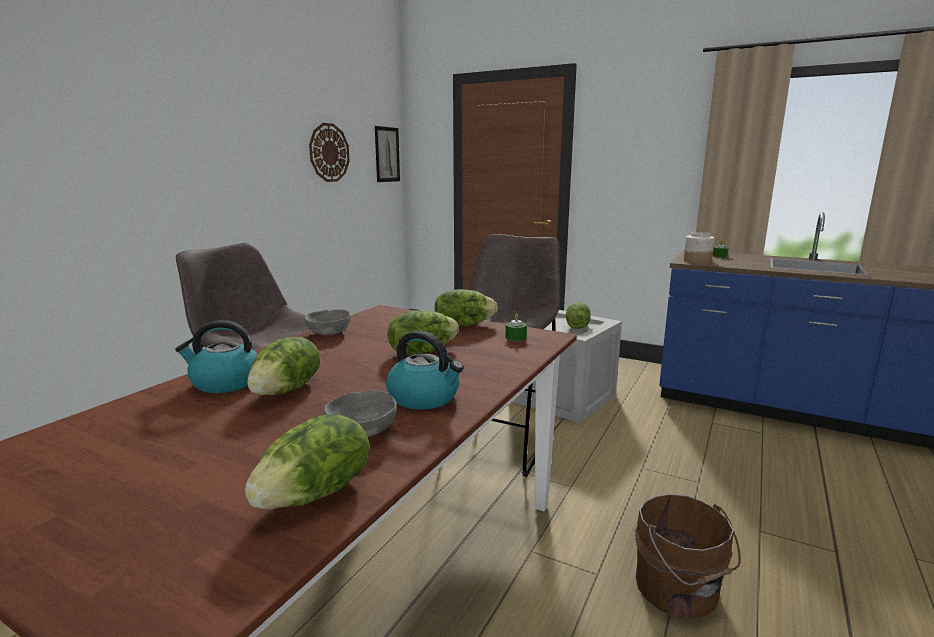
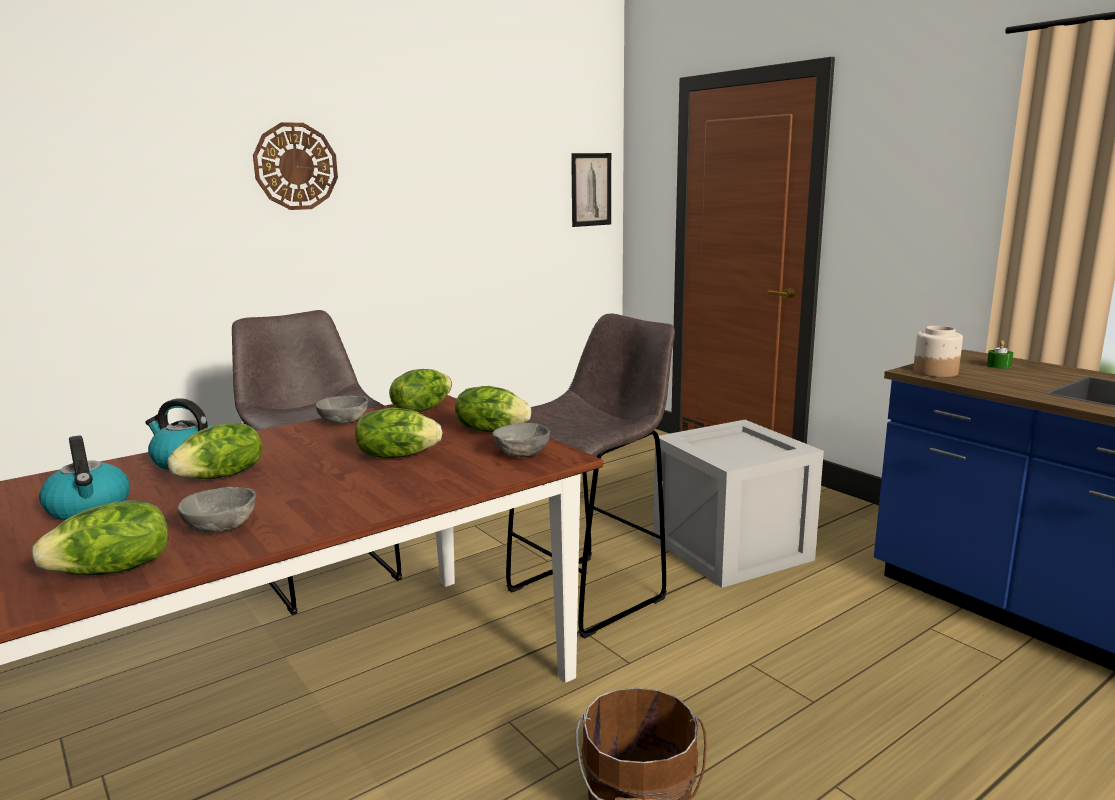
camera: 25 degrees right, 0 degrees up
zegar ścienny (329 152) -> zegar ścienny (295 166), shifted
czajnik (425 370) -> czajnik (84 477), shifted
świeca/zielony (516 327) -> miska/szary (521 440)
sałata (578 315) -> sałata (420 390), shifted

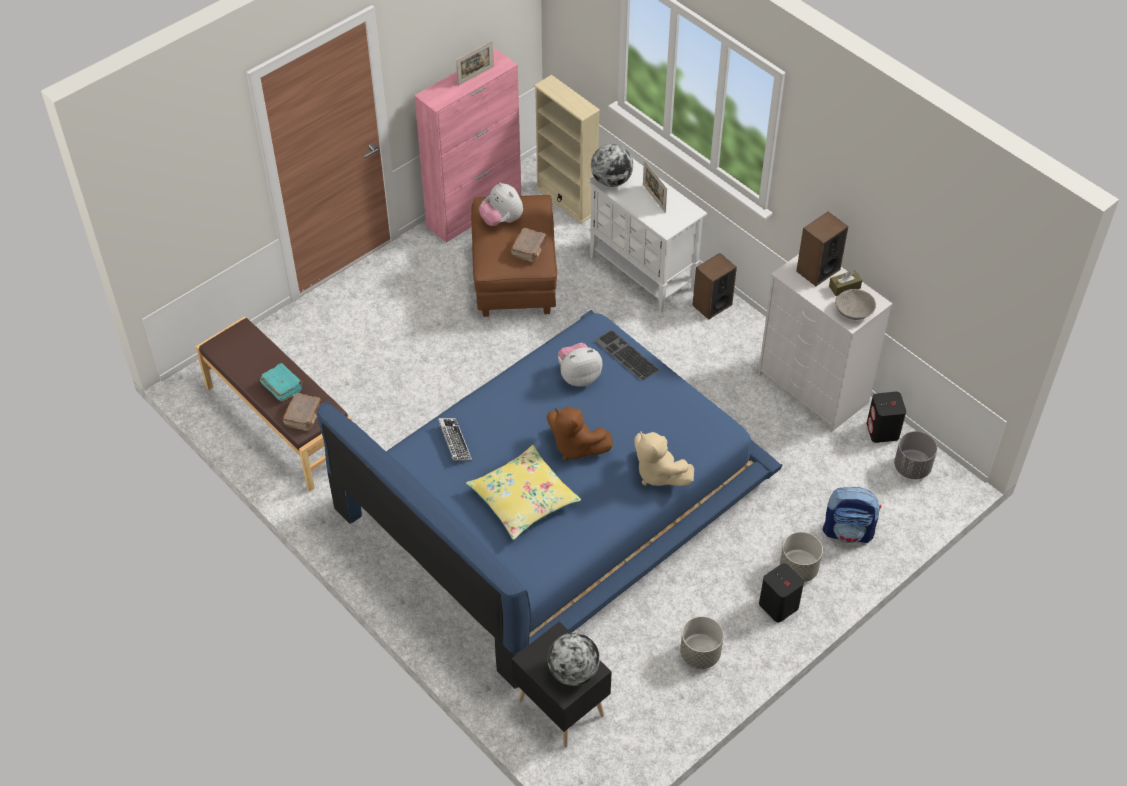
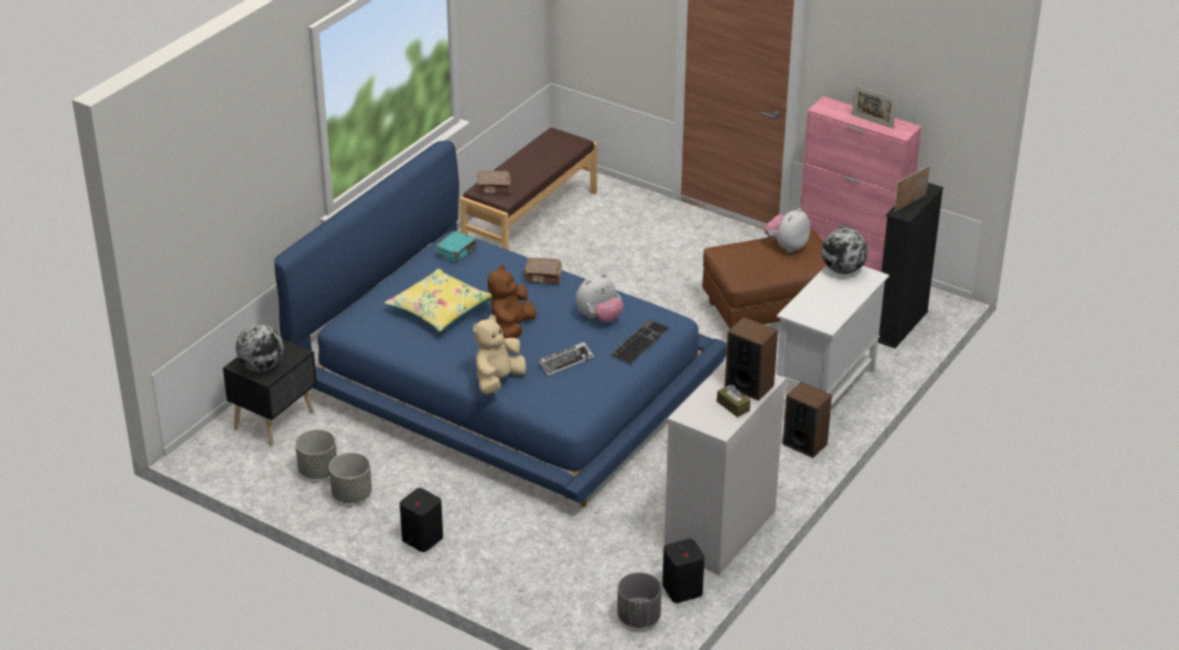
camera: 75 degrees right, 15 degrees down
książka/turkusowy (281 382) -> książka/turkusowy (456 246), shifted
klawiatura (455 439) -> klawiatura (566 359), shifted
książka/brązowy (529 245) -> książka/brązowy (543 271), shifted
regał/beżowy (567 149) -> regał/czarny (911 265)
pluszak (580 365) -> pluszak (599 298), 90 degrees clockwise
ramka na zdjęcie (655 186) -> ramka na zdjęcie (912 188), shifted
donica/szary (801 557) -> donica/szary (316 454), shifted
plecak (852 515) -> none
miska/szary (855 304) -> none

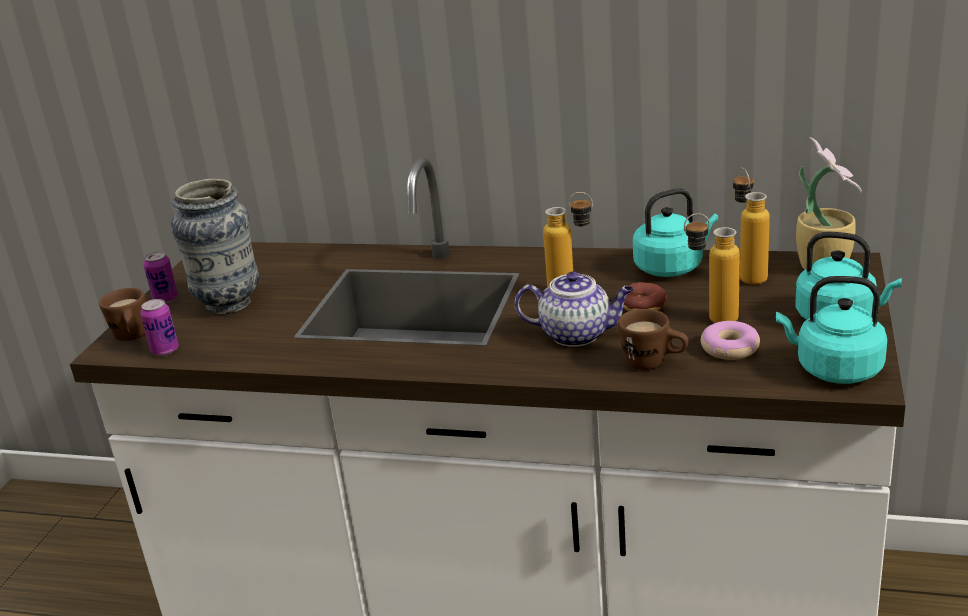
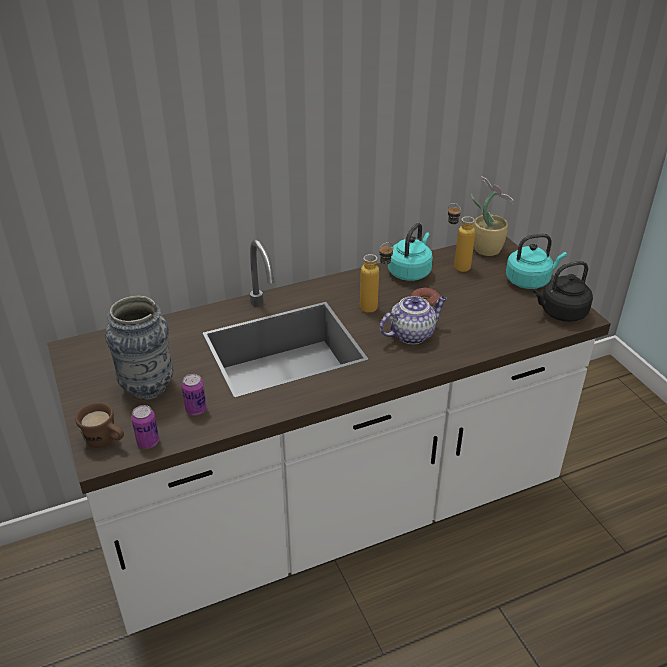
camera: 40 degrees left, 10 degrees up
puszka (160 277) -> puszka (194 395), shifted
kubek/brązowy (653 339) -> none
butelka (712 268) -> none
donut (730 340) -> none
czajnik/turkusowy (831 330) -> czajnik/czarny (563 291)

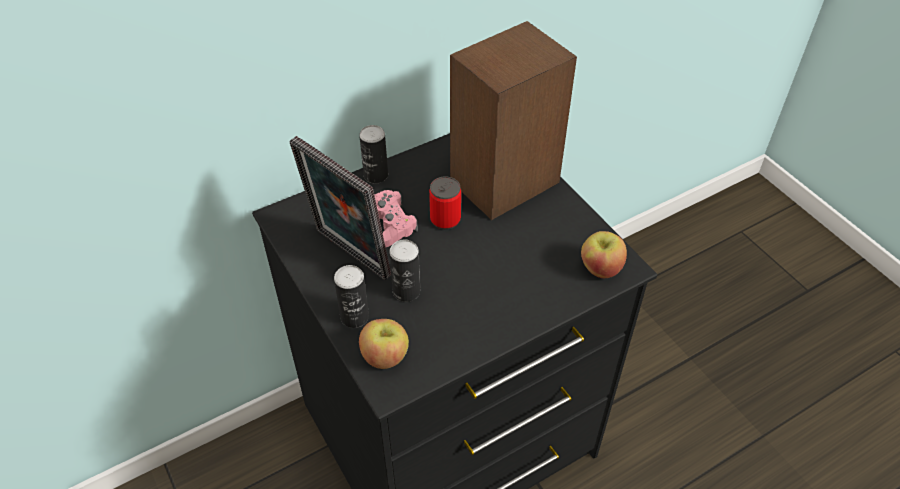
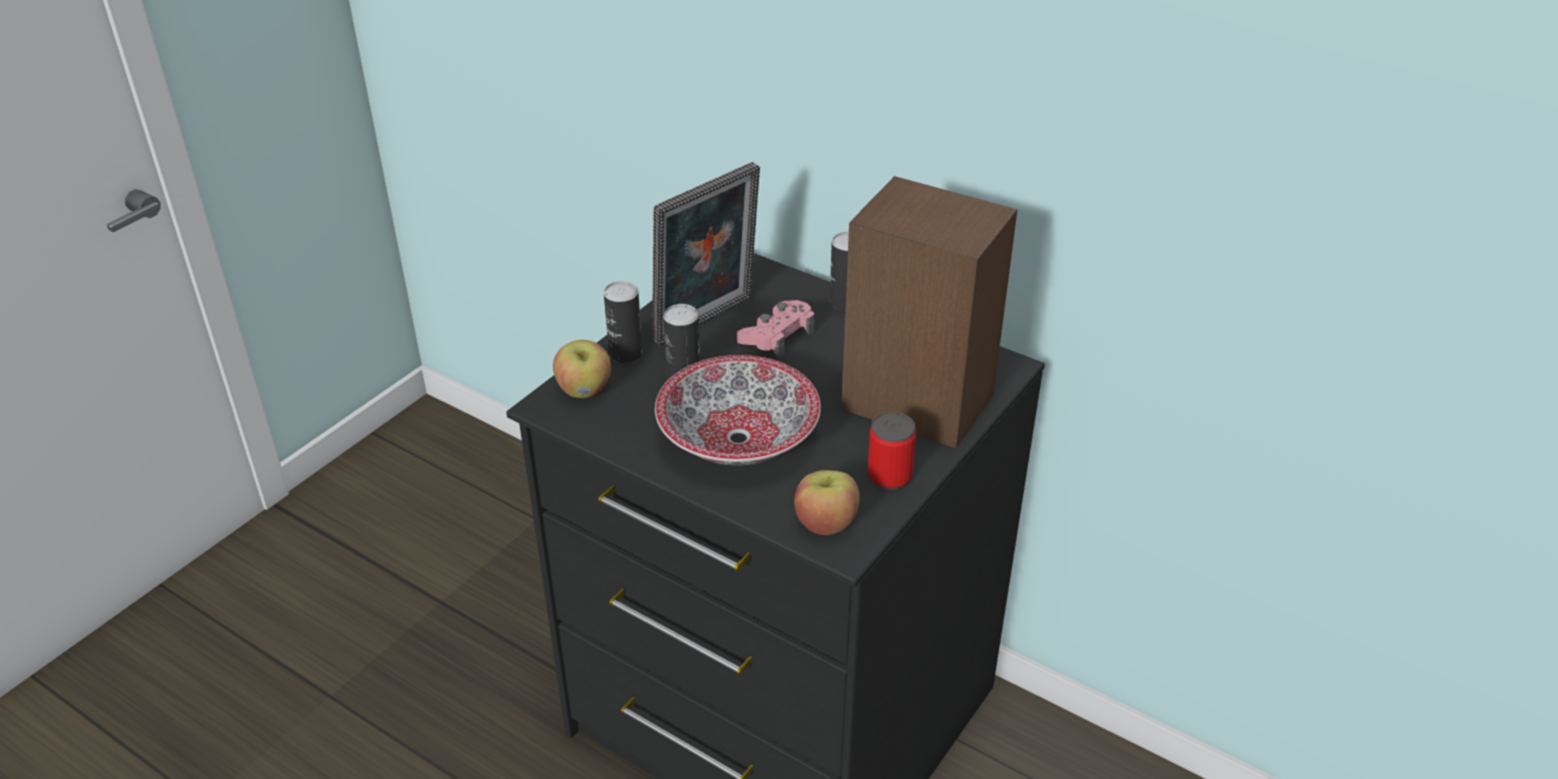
camera: 65 degrees right, 10 degrees down
ramka na zdjęcie (340 208) -> ramka na zdjęcie (706 254), 150 degrees counterclockwise
puszka (445 203) -> puszka (892 451), shifted
none -> miska (738 410)

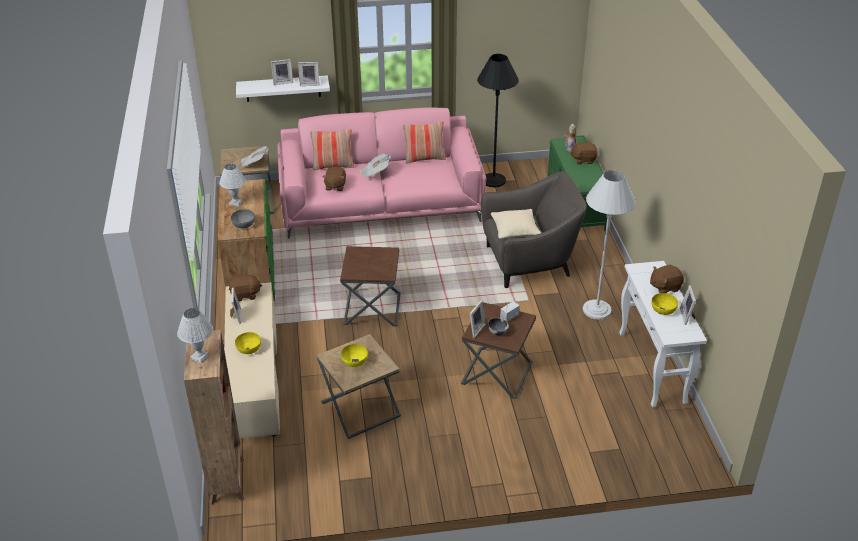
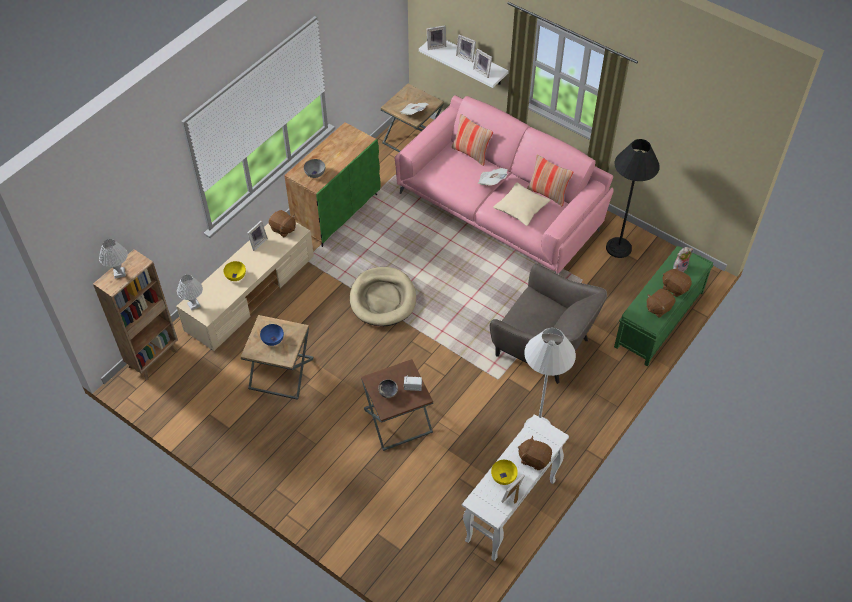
camera: 45 degrees right, 15 degrees up
lampa stołowa/biały (232 185) -> lampa stołowa/biały (190 293), shifted
pluszak/brązowy (334 178) -> pluszak/brązowy (661 303), shifted
stolik/brązowy (370 286) -> legowisko/beżowy (383 296)
miska/żółty (354 355) -> miska/niebieski (272 335)
ramka na zdjęcie (478 319) -> ramka na zdjęcie (436 37), shifted
poduszka/beżowy (516 224) -> poduszka/beżowy (521 204), shifted

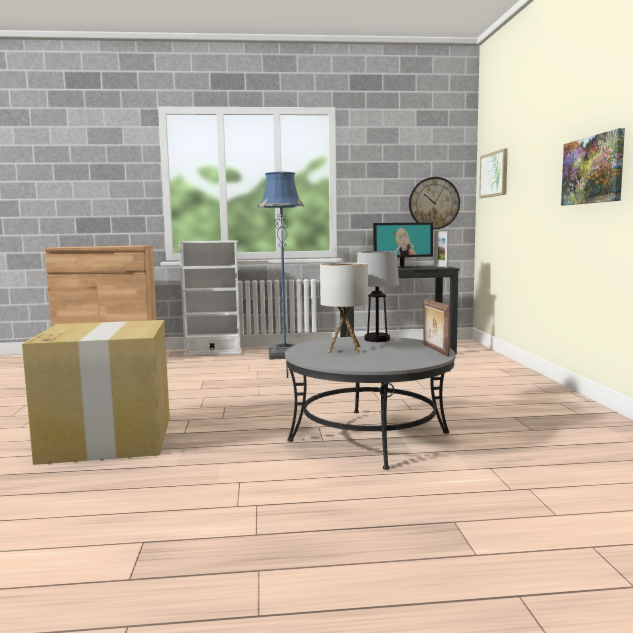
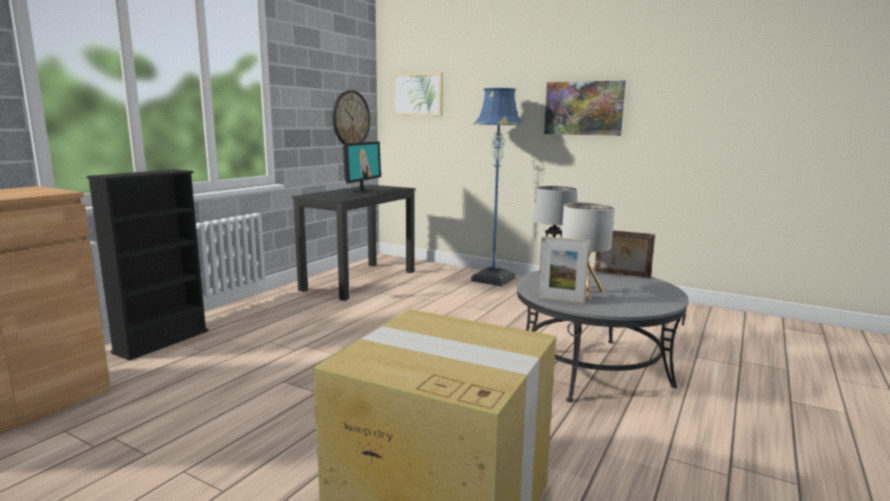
camera: 55 degrees left, 5 degrees up
regał/biały (210 298) -> regał/czarny (147 264)
lampa stojąca/niebieski (281 266) -> lampa stojąca/niebieski (497 187), shifted
ramka na zdjęcie (441 249) -> ramka na zdjęcie (564 270), shifted

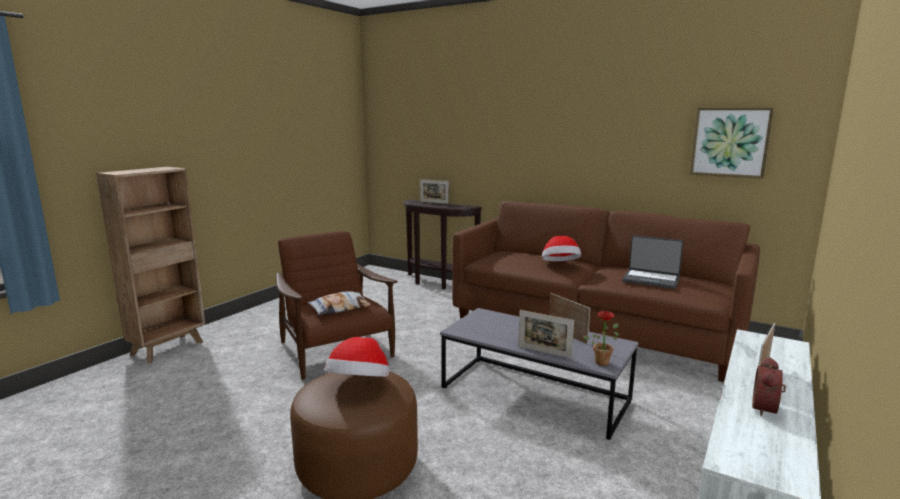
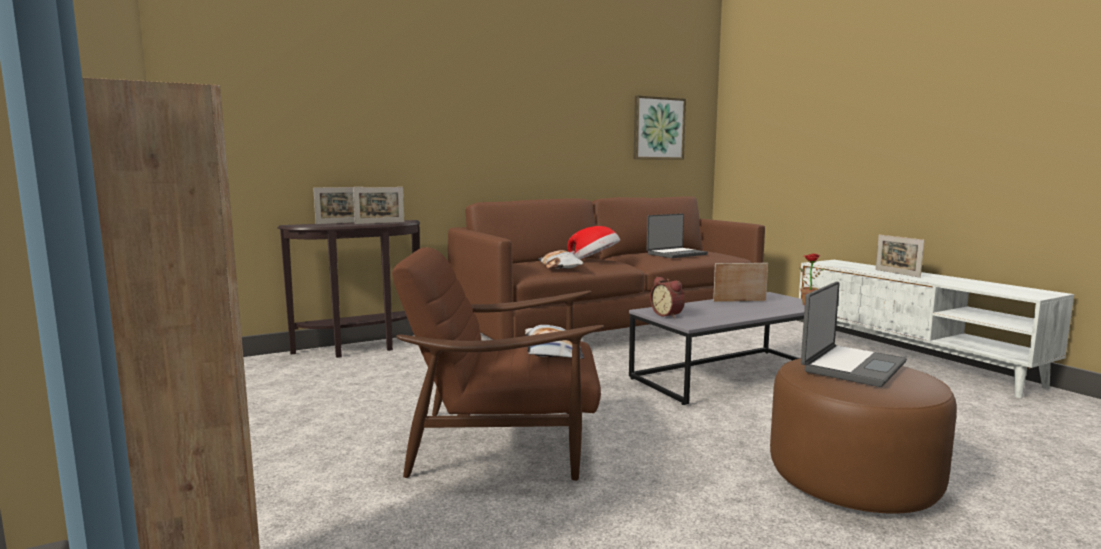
camera: 60 degrees left, 5 degrees down
kapelusz (357 357) -> laptop (854 334)
ramka na zdjęcie (546 334) -> ramka na zdjęcie (378 205), shifted
budzik (769 386) -> budzik (667 297), shifted
none -> poduszka (561 259)

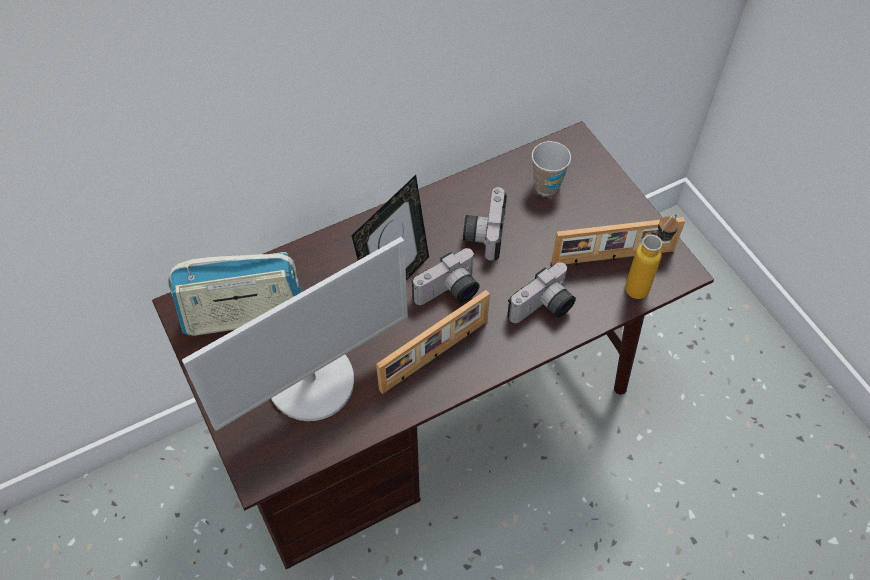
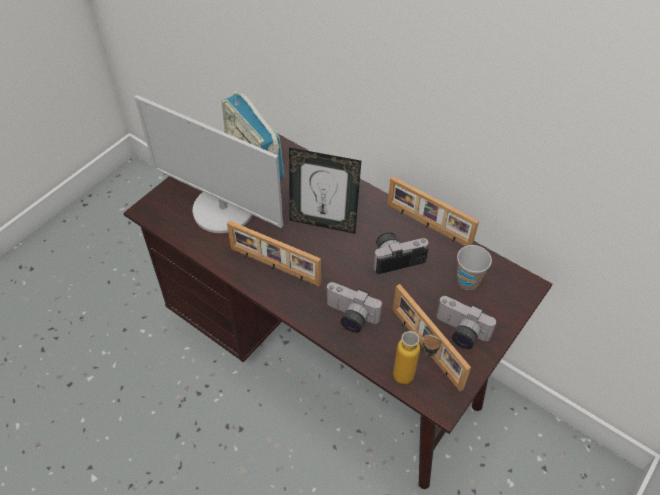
camera: 65 degrees right, 5 degrees down
aparat fotograficzny (446 276) -> aparat fotograficzny (466 322), shifted
none -> ramka na zdjęcie (433 211)

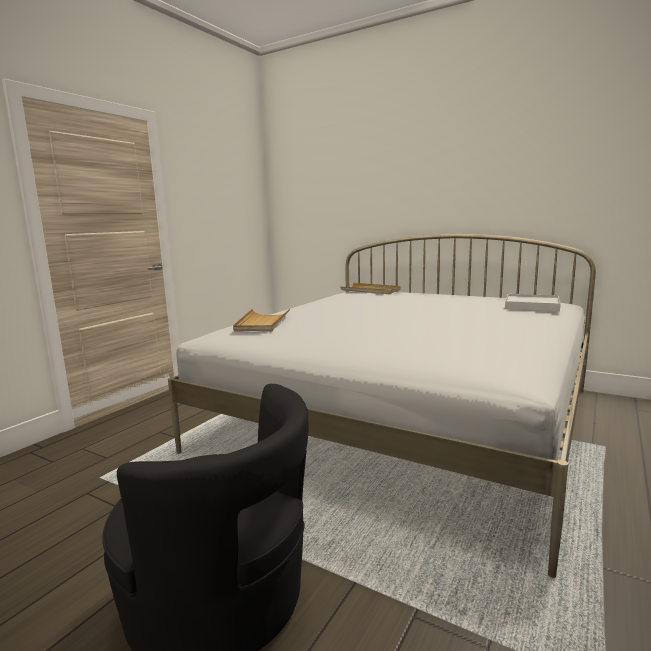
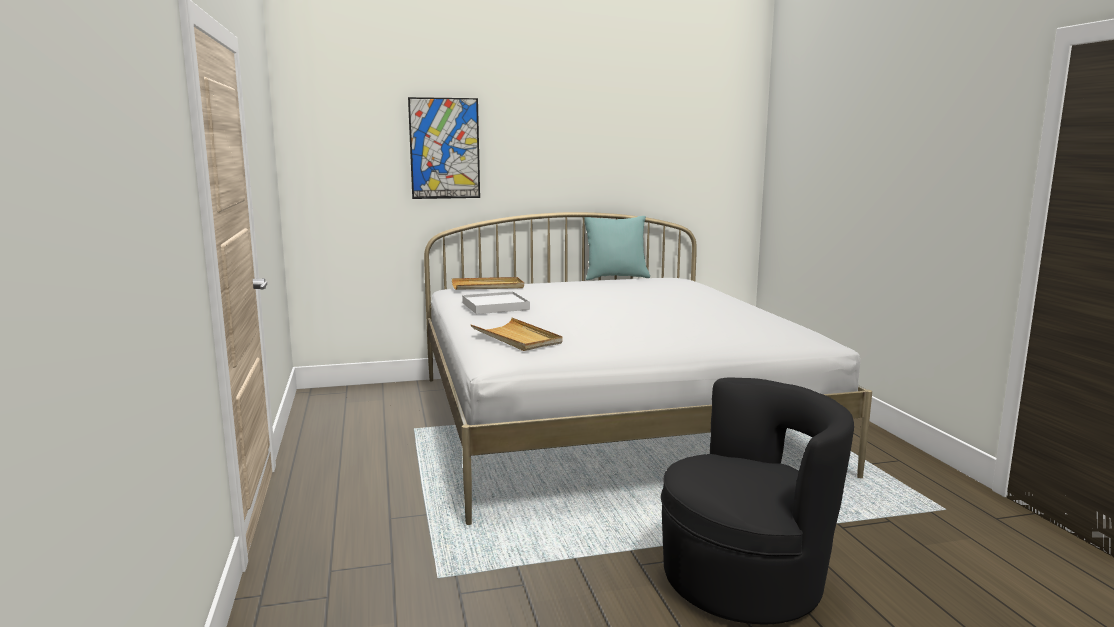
camera: 45 degrees left, 0 degrees up
taca/biały (533 302) -> taca/biały (496 302), shifted
none -> obraz (444 148)
none -> poduszka/turkusowy (617 248)

